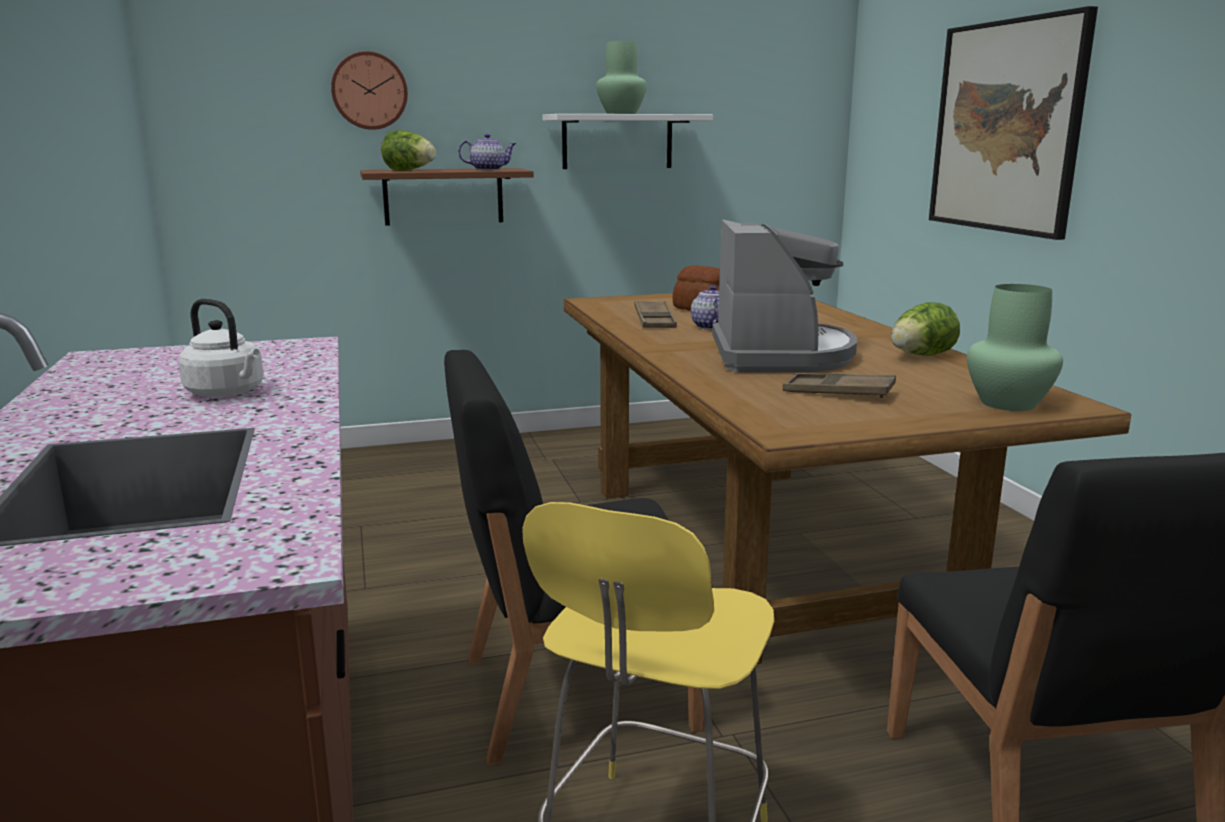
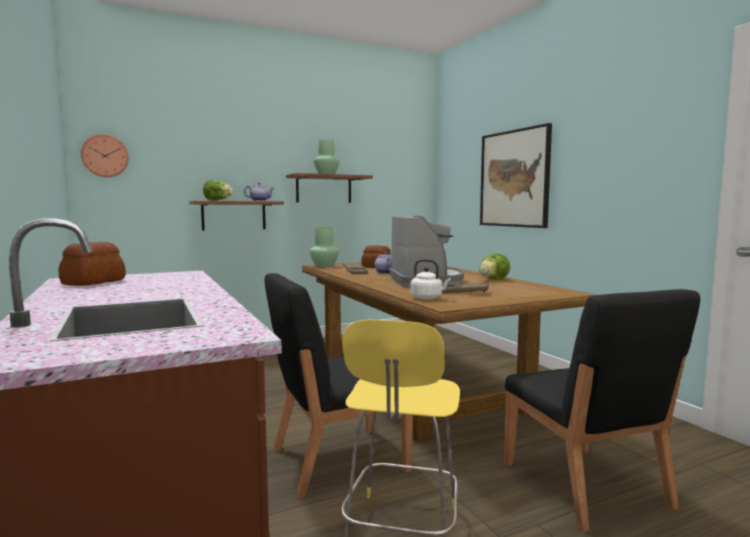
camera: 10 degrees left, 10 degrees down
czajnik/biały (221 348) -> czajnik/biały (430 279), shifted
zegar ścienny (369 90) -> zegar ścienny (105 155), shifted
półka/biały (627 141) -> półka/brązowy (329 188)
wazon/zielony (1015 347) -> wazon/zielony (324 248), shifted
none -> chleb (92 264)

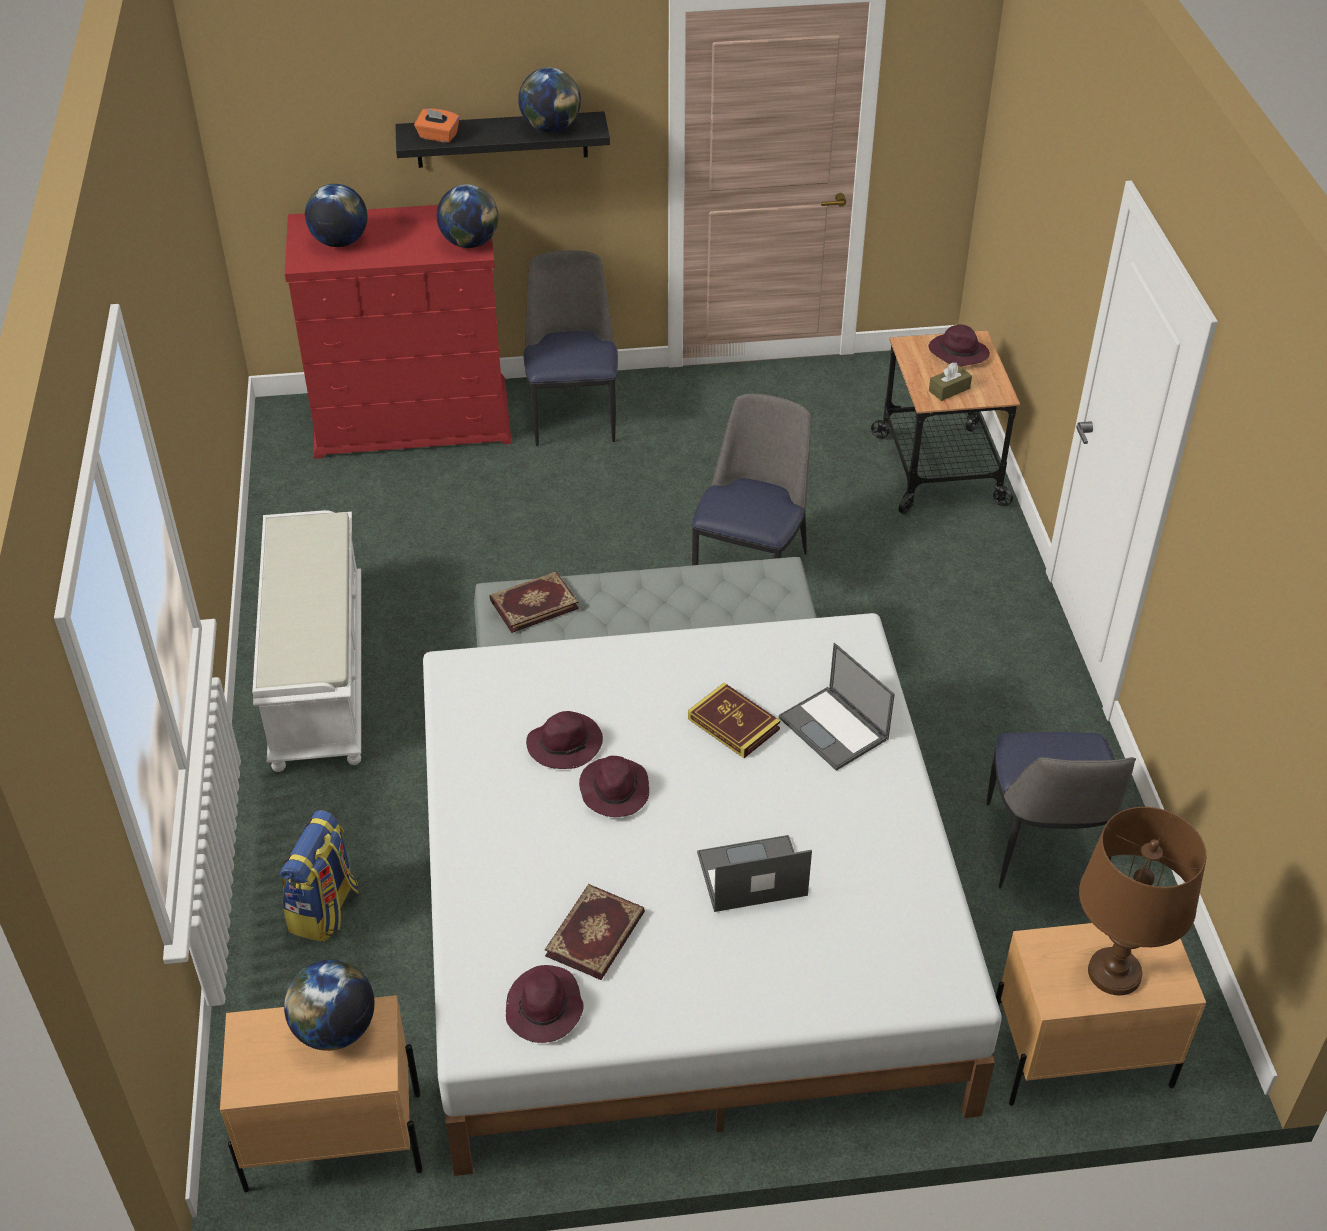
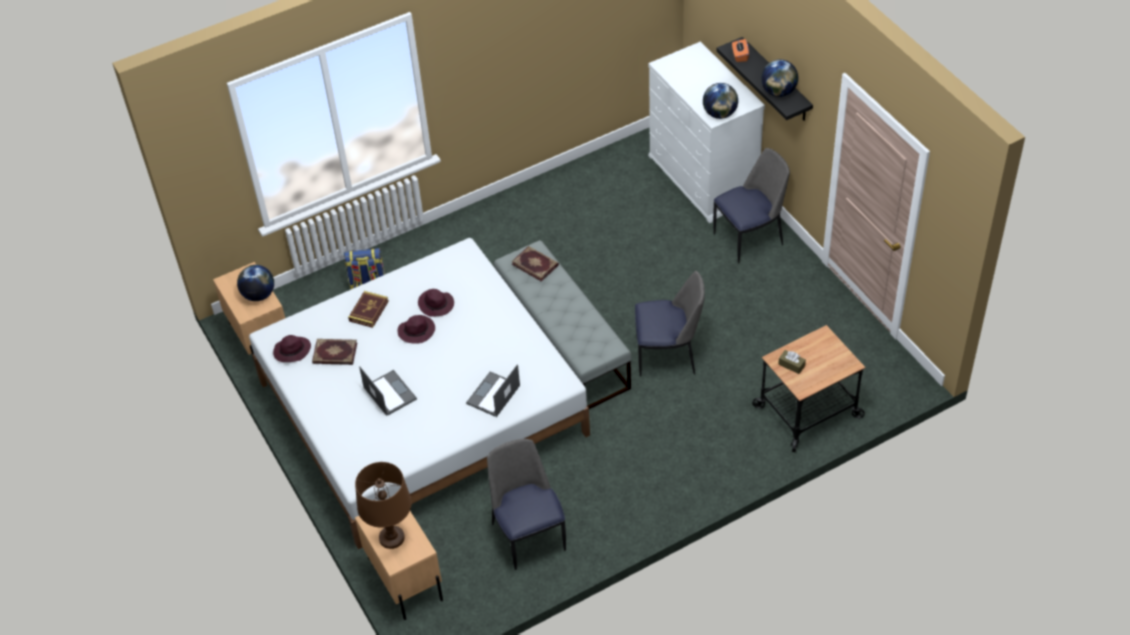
camera: 70 degrees right, 5 degrees up
ławka/biały (306 641) -> none
komoda/czerwony (398 332) -> komoda/biały (706 132)
globus (336 215) -> none
książka (734 720) -> książka (368 309), shifted
kapelusz/fioletowy (959 345) -> none
krzesło (1061 810) -> krzesło (526 504), 90 degrees clockwise

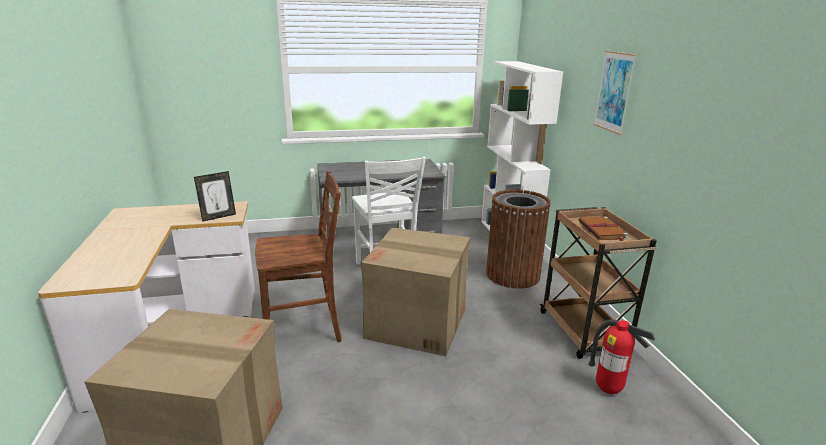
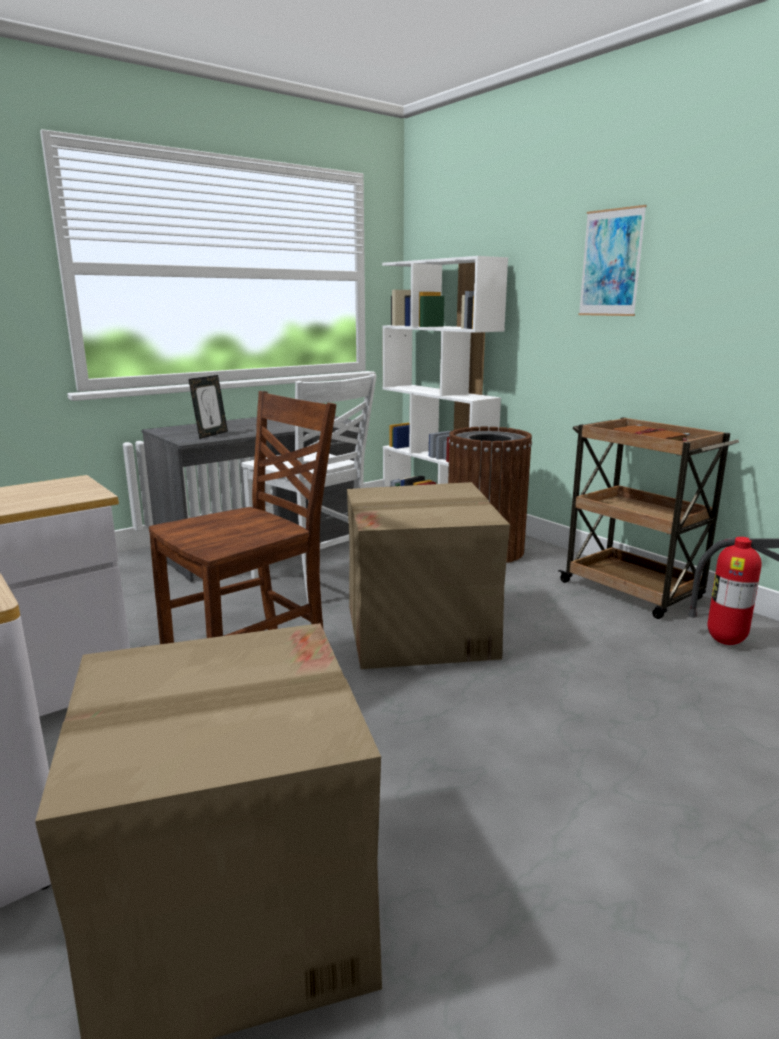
camera: 25 degrees left, 5 degrees down
ramka na zdjęcie (215 196) -> ramka na zdjęcie (208 407), shifted

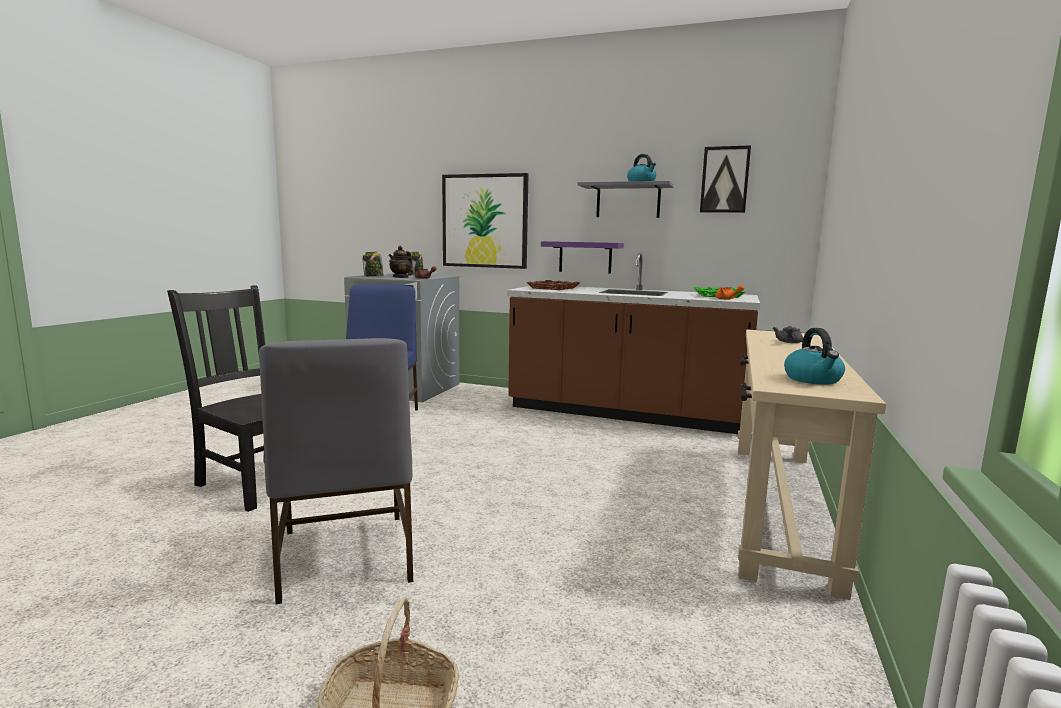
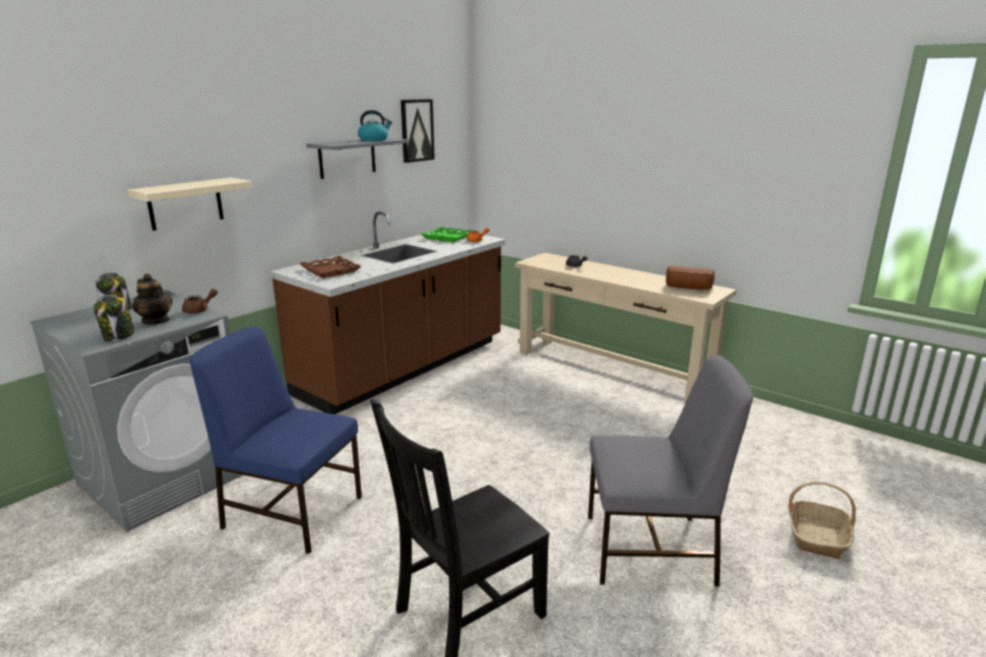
camera: 70 degrees left, 10 degrees up
obraz (485 221) -> półka/beżowy (190 204)
półka/fioletowy (582 257) -> none
czajnik (814 356) -> chleb (690 278)

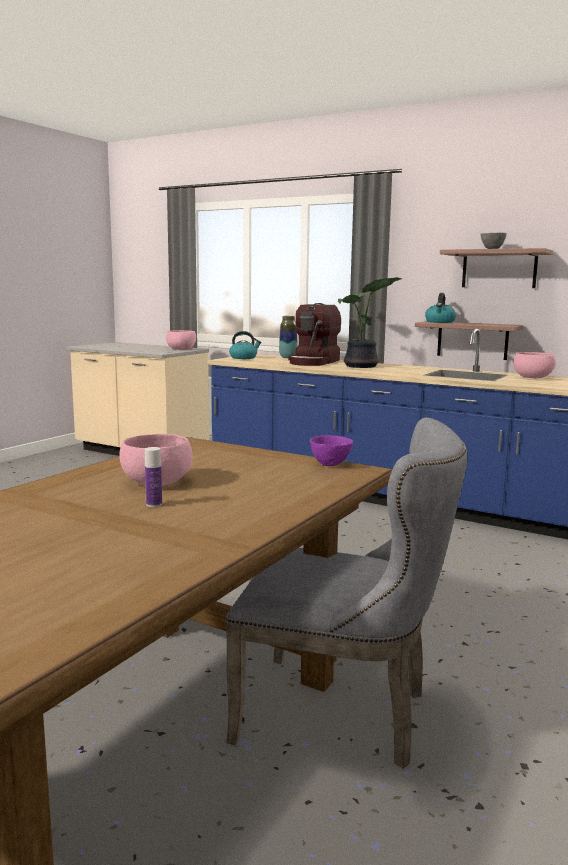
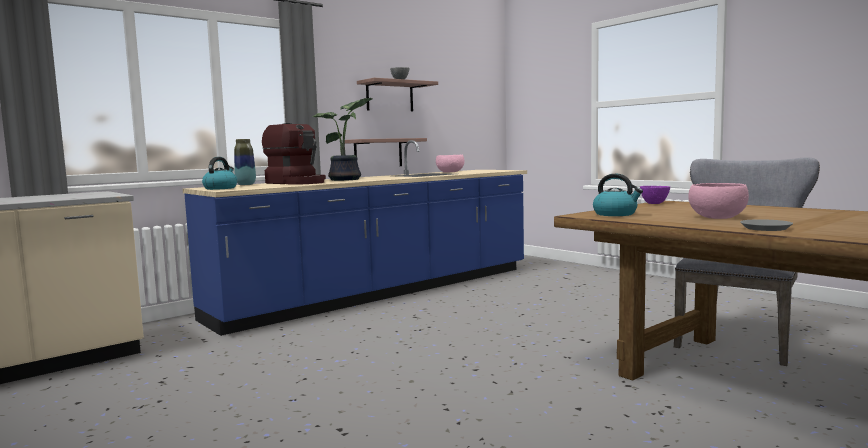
camera: 70 degrees left, 5 degrees down
butelka (153 477) -> none
miska/różowy (181 340) -> none
czajnik (440 308) -> czajnik (618 195), shifted
none -> talerz/szary (766 225)

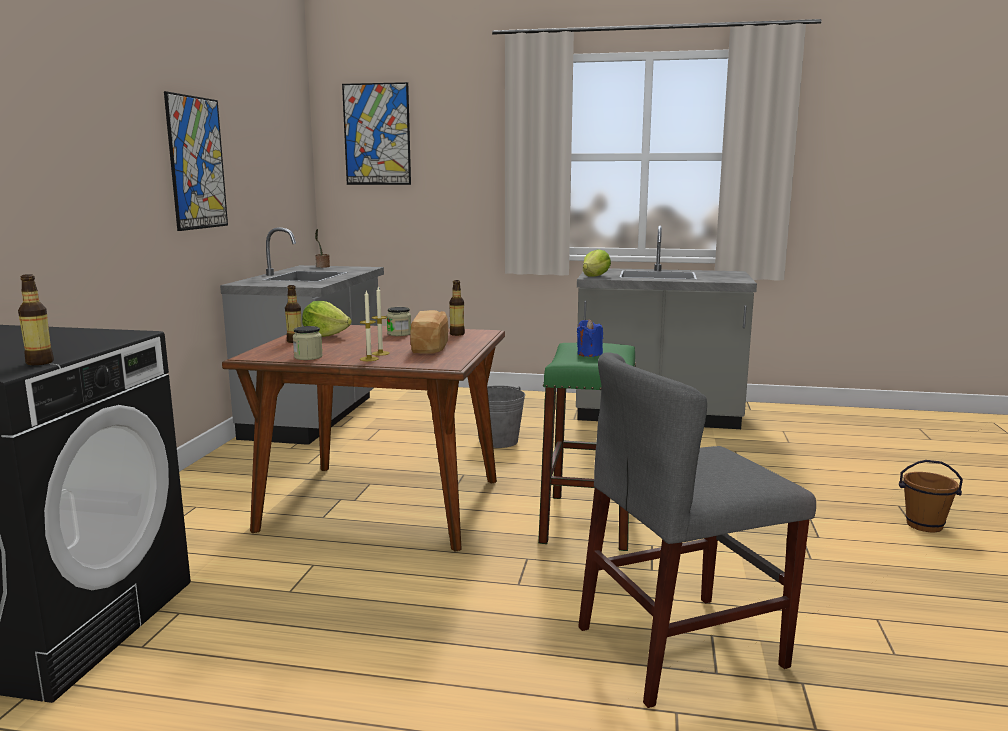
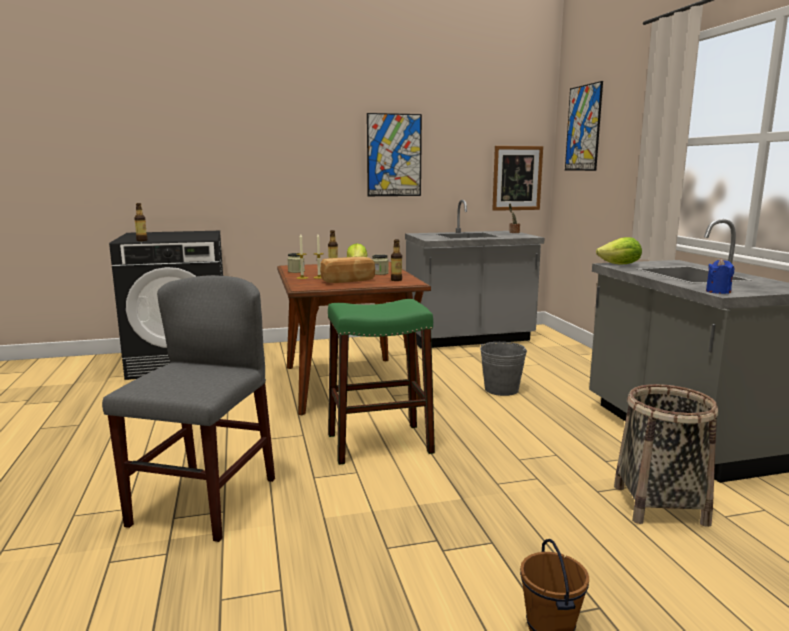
camera: 65 degrees right, 0 degrees up
świeca/niebieski (590 338) -> świeca/niebieski (720 276), shifted
krzesło/szary (697 530) -> krzesło/szary (188 408), 60 degrees clockwise
none -> obraz (517 178)
none -> koszyk (666 455)

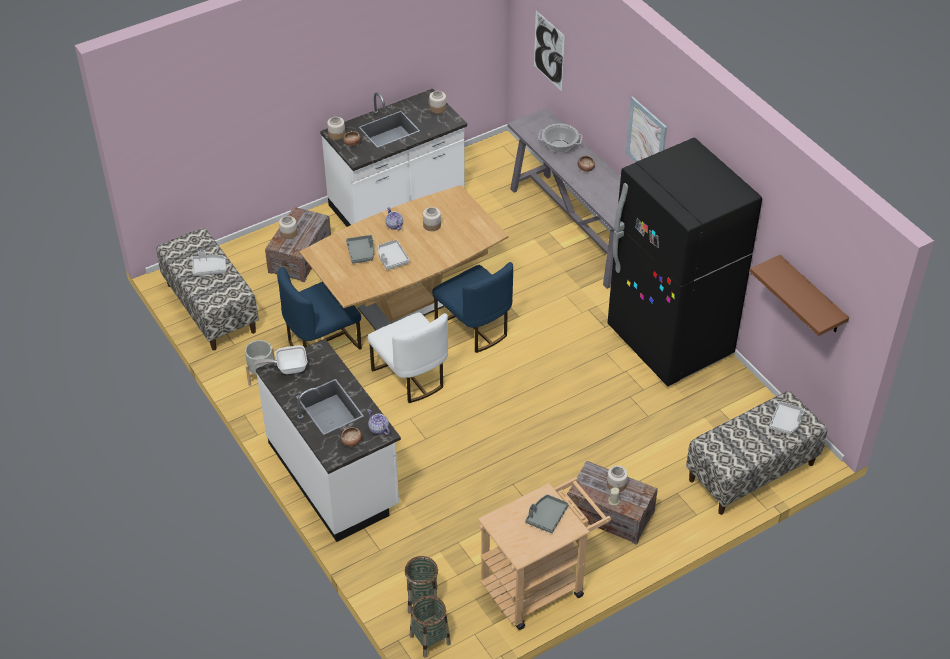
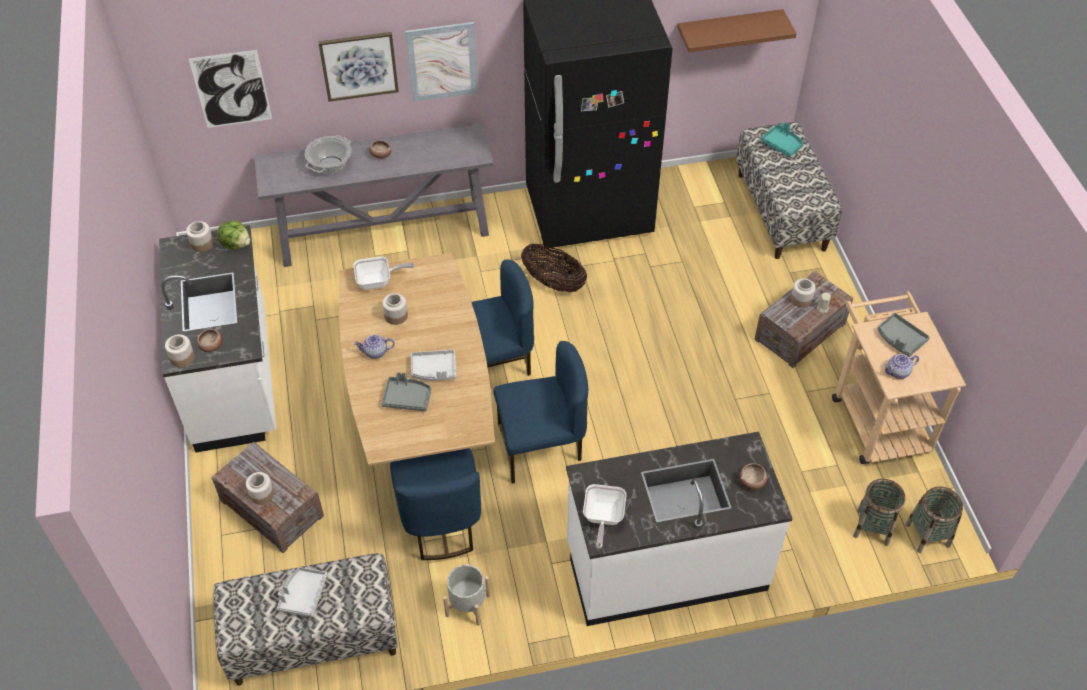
camera: 70 degrees left, 5 degrees up
imbryk (378 422) -> imbryk (901 366), shifted
krzesło/biały (408 357) -> krzesło/niebieski (540 412)
taca/szary (787 418) -> taca/turkusowy (782 139)
none -> sałata (233 235)
none -> obraz (358 67)
none -> patelnia (384 273)
none -> koszyk (554 268)

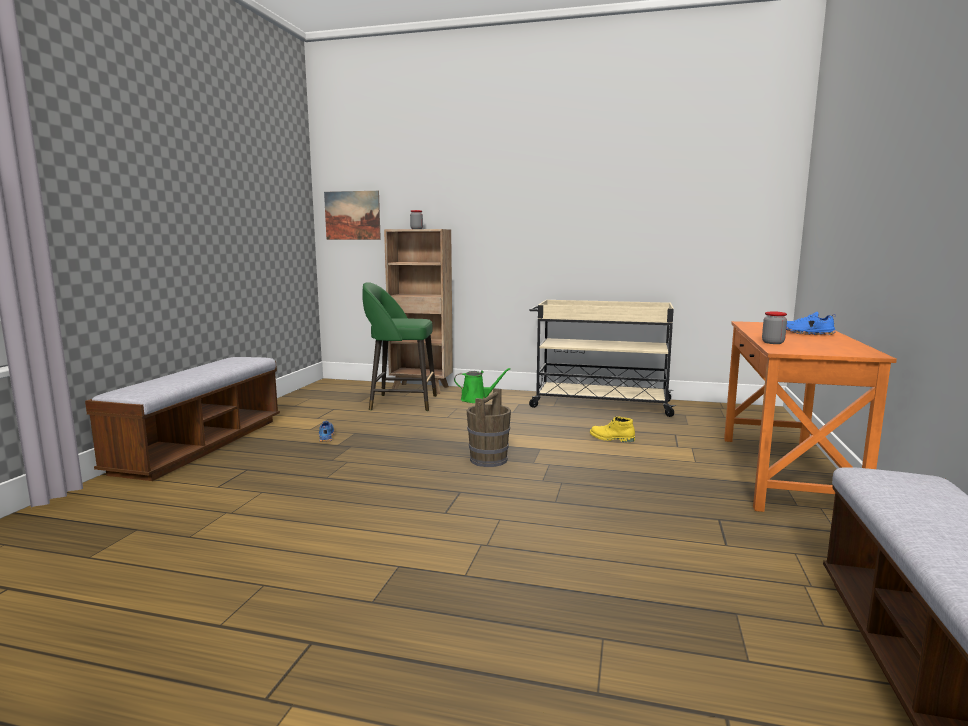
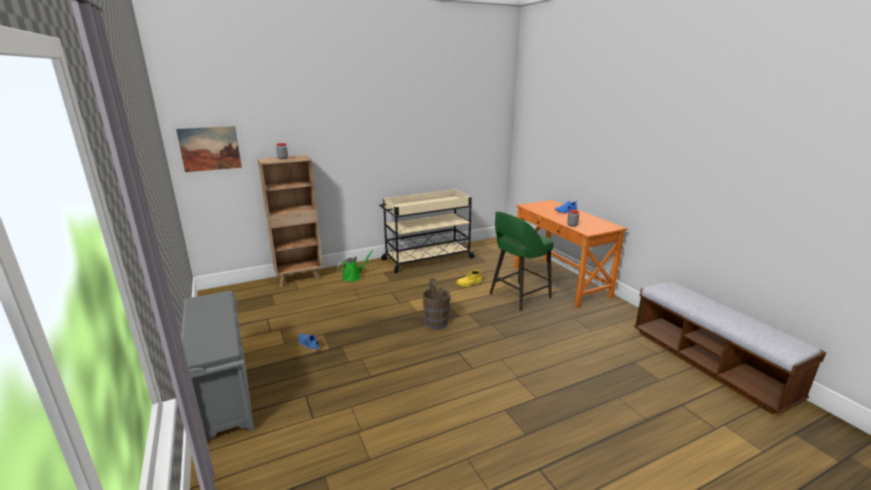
camera: 40 degrees left, 10 degrees up
ławka (182 419) -> regał na buty/szary (218 366)
stołek/zielony (399 346) -> stołek/zielony (521 261), shifted

